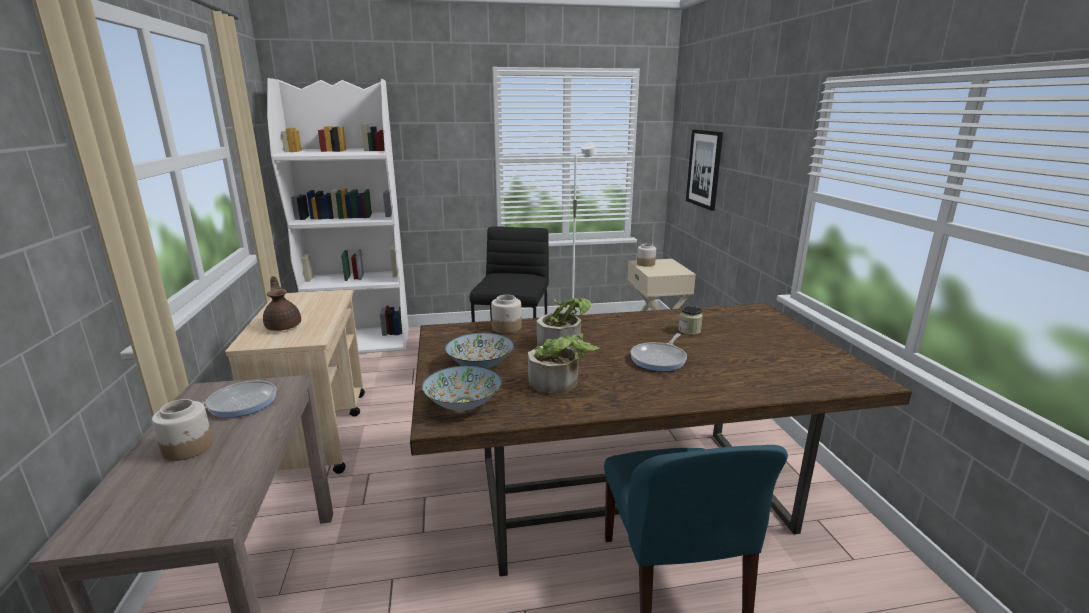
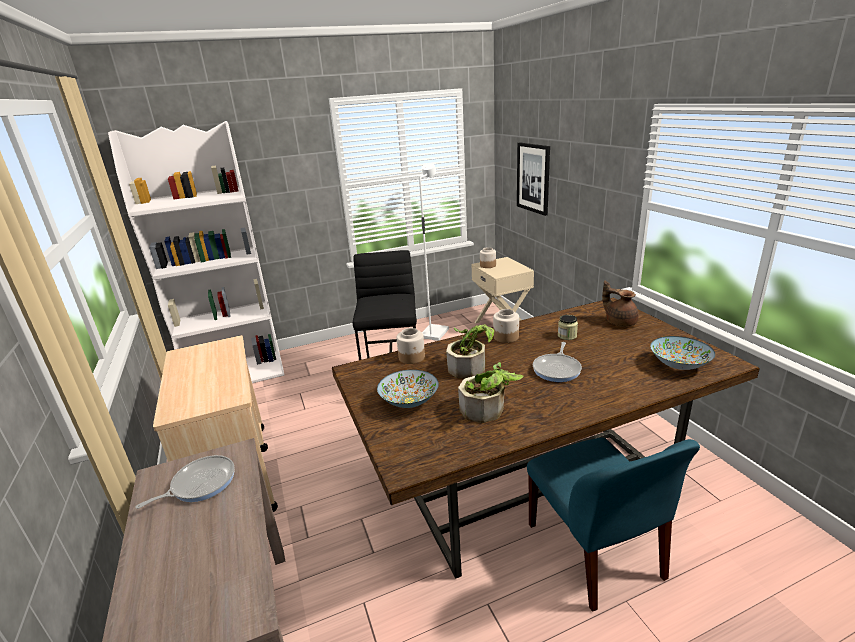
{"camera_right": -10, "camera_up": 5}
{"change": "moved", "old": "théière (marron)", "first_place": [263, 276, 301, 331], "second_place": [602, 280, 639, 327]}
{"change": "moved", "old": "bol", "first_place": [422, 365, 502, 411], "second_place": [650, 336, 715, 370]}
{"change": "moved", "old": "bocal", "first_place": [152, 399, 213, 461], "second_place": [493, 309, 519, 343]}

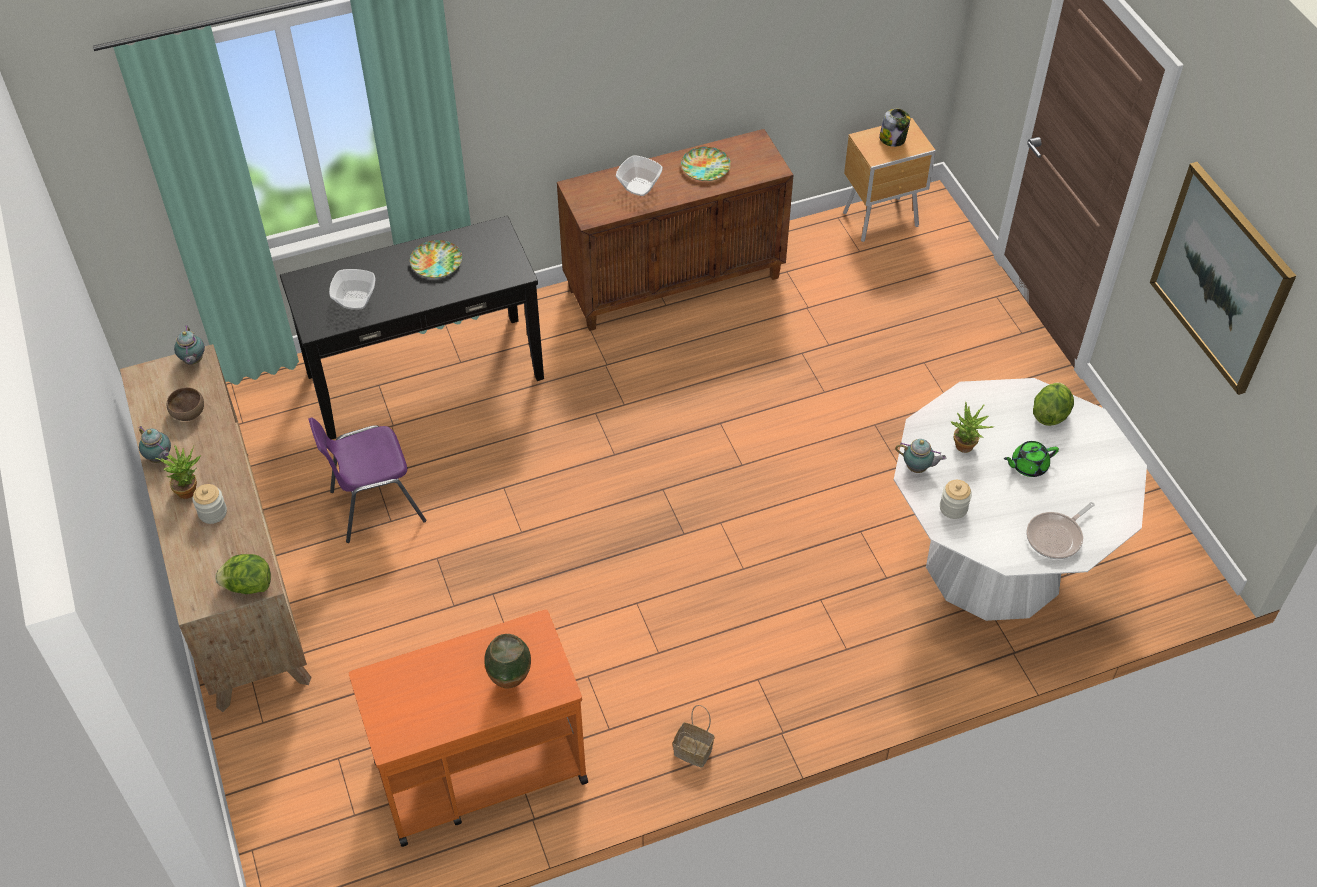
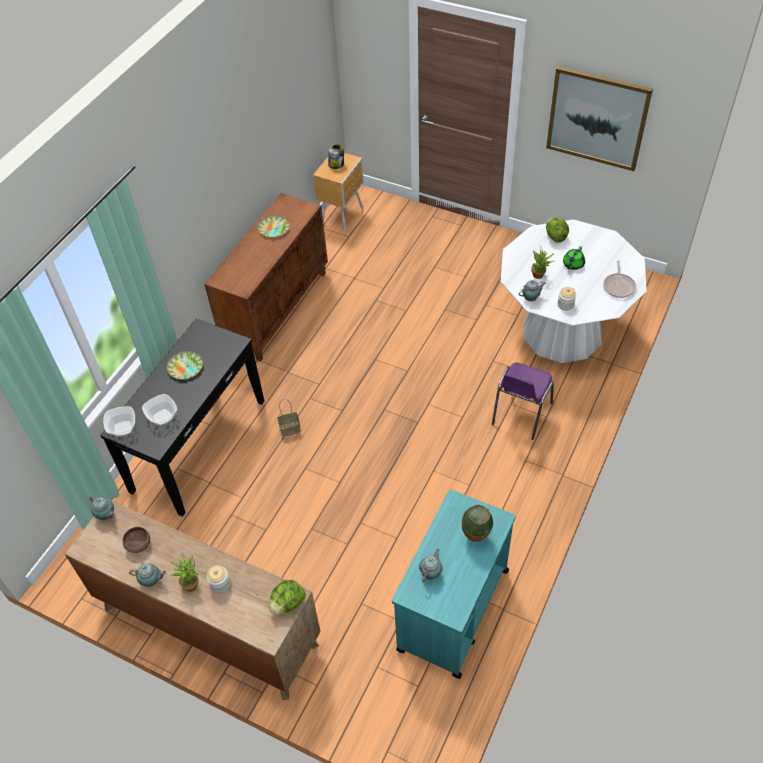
{"camera_right": -40, "camera_up": 0}
{"change": "moved", "old": "bol", "first_place": [616, 155, 663, 196], "second_place": [103, 406, 135, 436]}
{"change": "moved", "old": "chaise (violet)", "first_place": [308, 417, 427, 543], "second_place": [492, 362, 554, 440]}
{"change": "recoloured", "old": "chariot (orange)", "new": "chariot (turquoise)", "first_place": [349, 610, 588, 847], "second_place": [392, 489, 516, 679]}
{"change": "moved", "old": "panier", "first_place": [672, 705, 715, 768], "second_place": [277, 399, 301, 437]}
{"change": "added", "new": "théière", "second_place": [419, 548, 442, 582]}

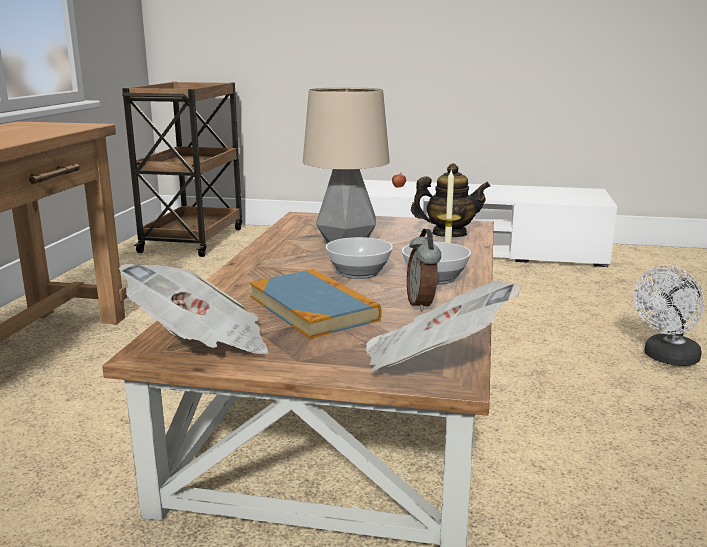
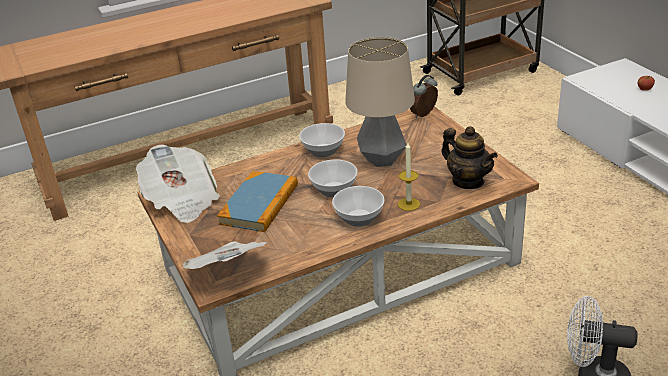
{"camera_right": 55, "camera_up": 15}
{"change": "moved", "old": "réveil", "first_place": [407, 229, 441, 311], "second_place": [410, 75, 438, 118]}
{"change": "added", "new": "bol", "second_place": [299, 123, 345, 157]}

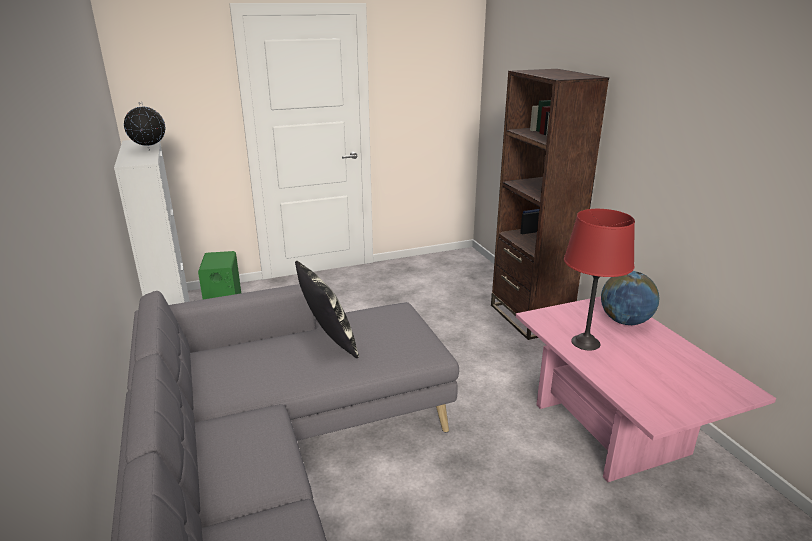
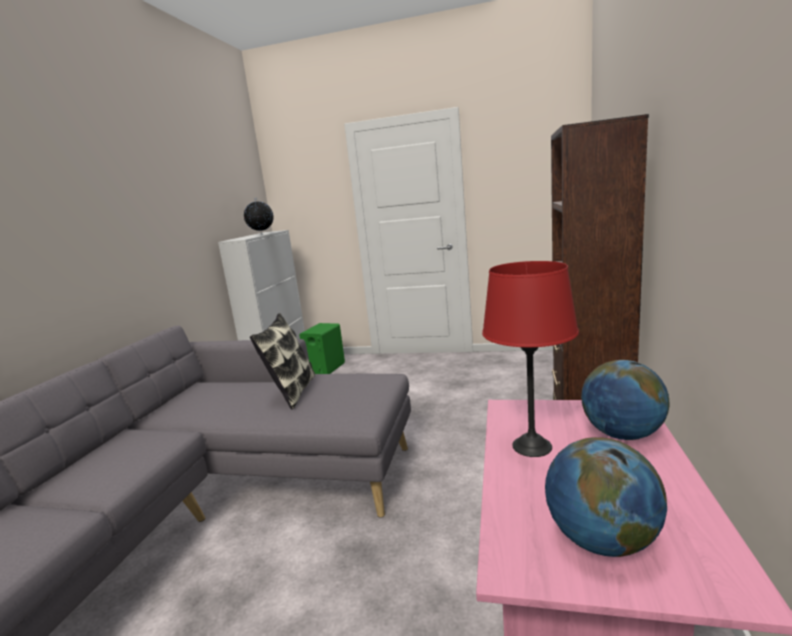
{"camera_right": 35, "camera_up": -10}
{"change": "added", "new": "globe", "second_place": [545, 437, 667, 557]}

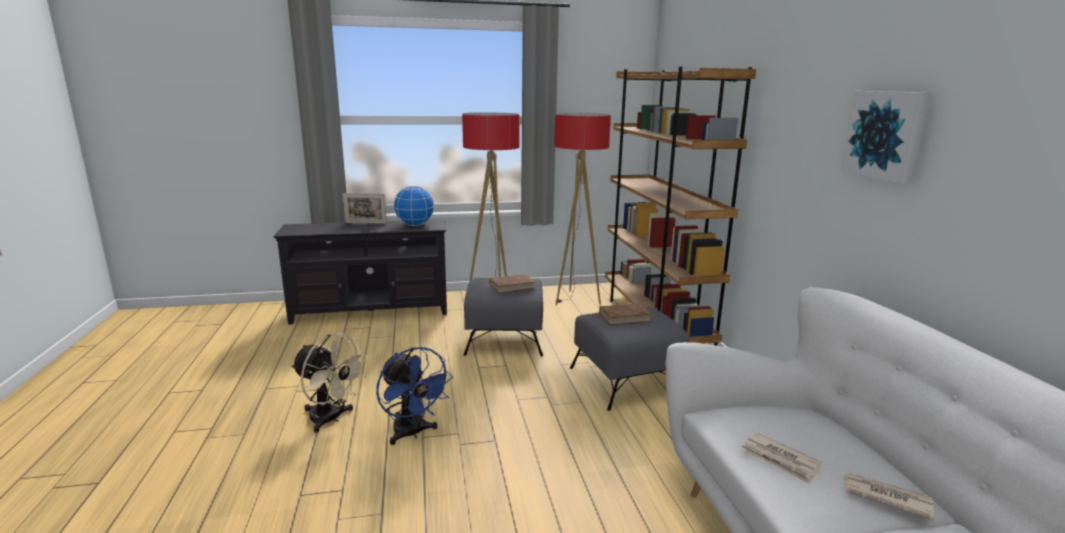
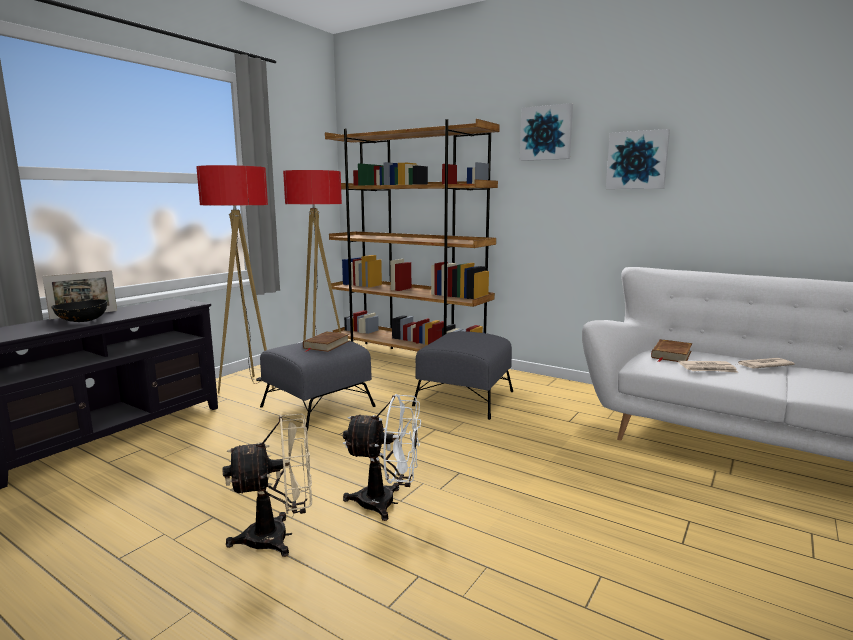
{"camera_right": -45, "camera_up": -5}
{"change": "removed", "old": "globe", "first_place": [393, 186, 434, 226]}
{"change": "moved", "old": "livre (marron)", "first_place": [594, 303, 652, 325], "second_place": [651, 339, 692, 362]}
{"change": "recoloured", "old": "ventilateur (bleu)", "new": "ventilateur (blanc)", "first_place": [376, 347, 453, 445], "second_place": [343, 394, 421, 521]}
{"change": "added", "new": "tableau", "second_place": [520, 103, 573, 161]}
{"change": "added", "new": "bol (noir)", "second_place": [51, 299, 107, 322]}

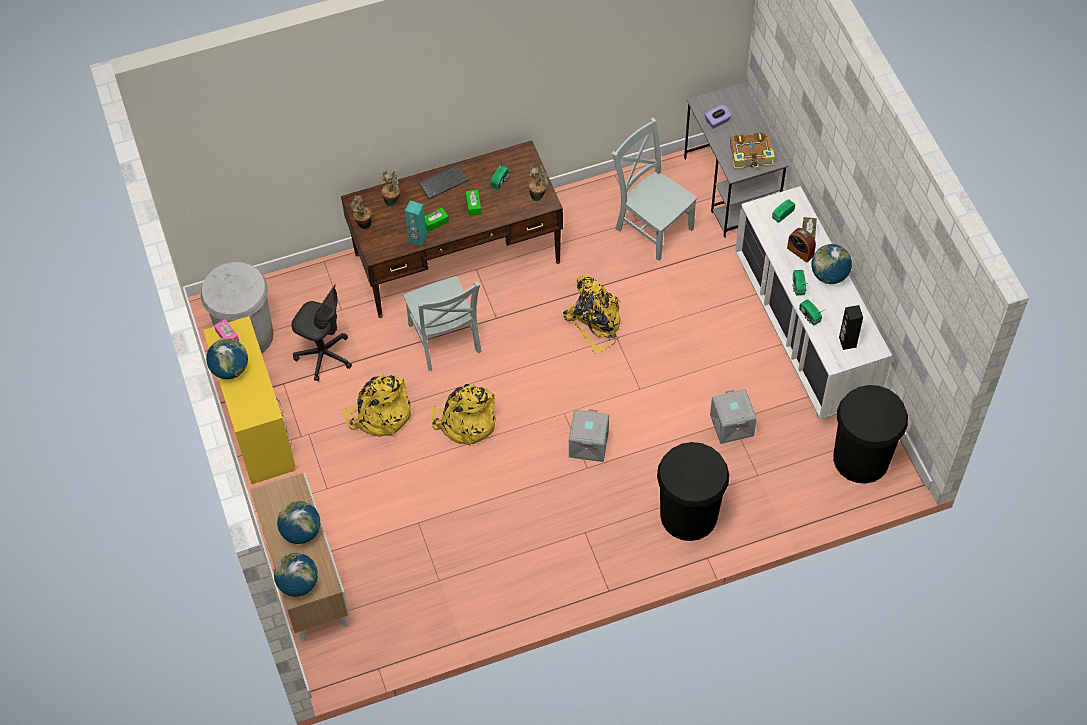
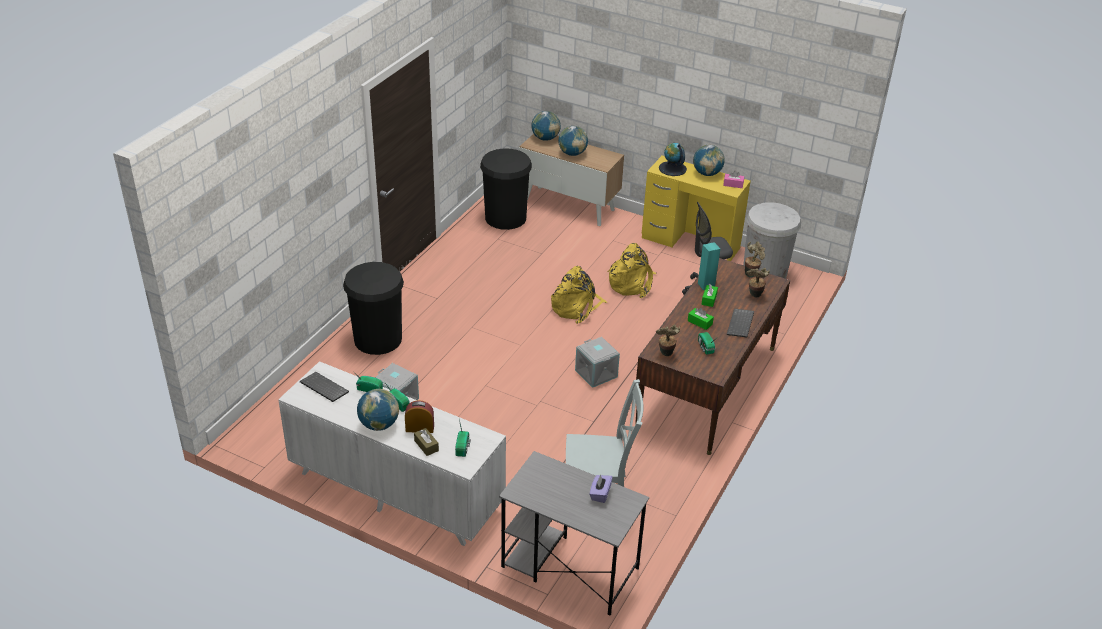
{"camera_right": 135, "camera_up": -20}
{"change": "removed", "old": "livre", "first_place": [730, 132, 775, 170]}
{"change": "removed", "old": "chaise (gris)", "first_place": [403, 276, 482, 371]}
{"change": "removed", "old": "sac à dos (jaune)", "first_place": [563, 276, 622, 354]}
{"change": "replaced", "old": "enceinte (noir)", "new": "clavier", "first_place": [839, 305, 863, 350], "second_place": [300, 372, 349, 402]}
{"change": "moved", "old": "poubelle (noir)", "first_place": [833, 385, 908, 484], "second_place": [480, 148, 532, 230]}
{"change": "moved", "old": "boîte de rangement (gris)", "first_place": [569, 409, 609, 462], "second_place": [575, 337, 620, 388]}
{"change": "added", "new": "globe", "second_place": [659, 143, 687, 176]}

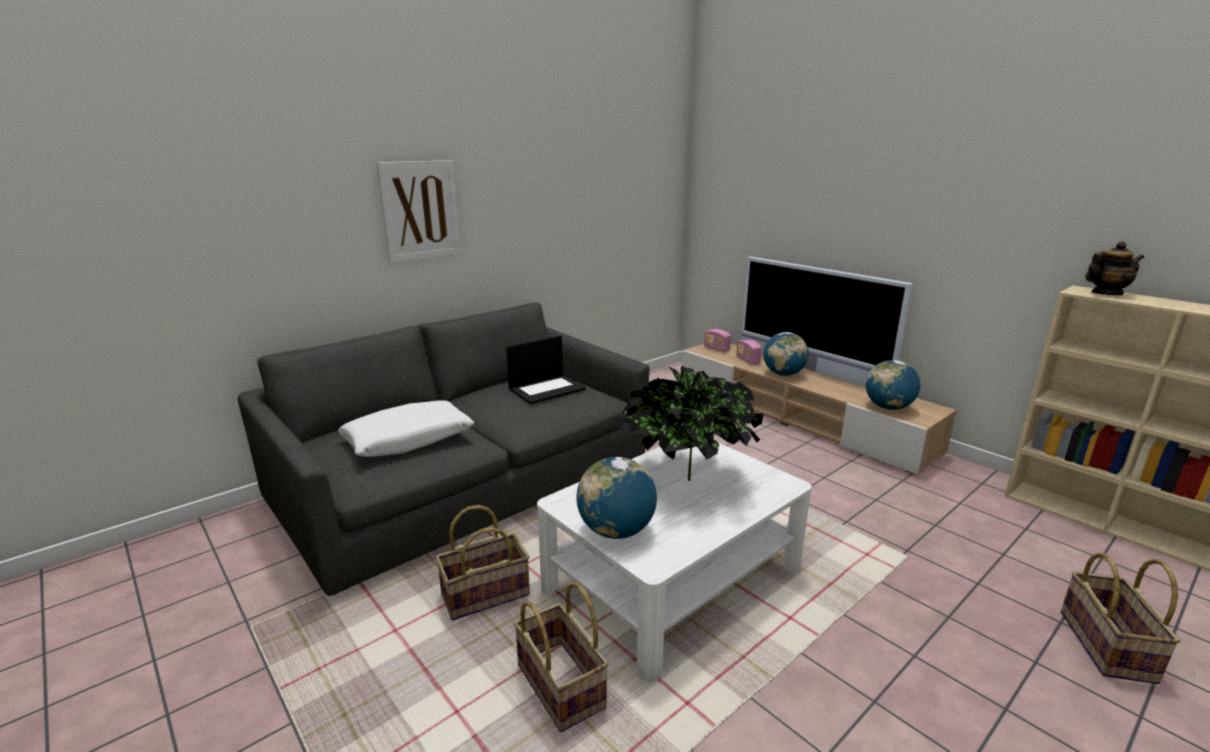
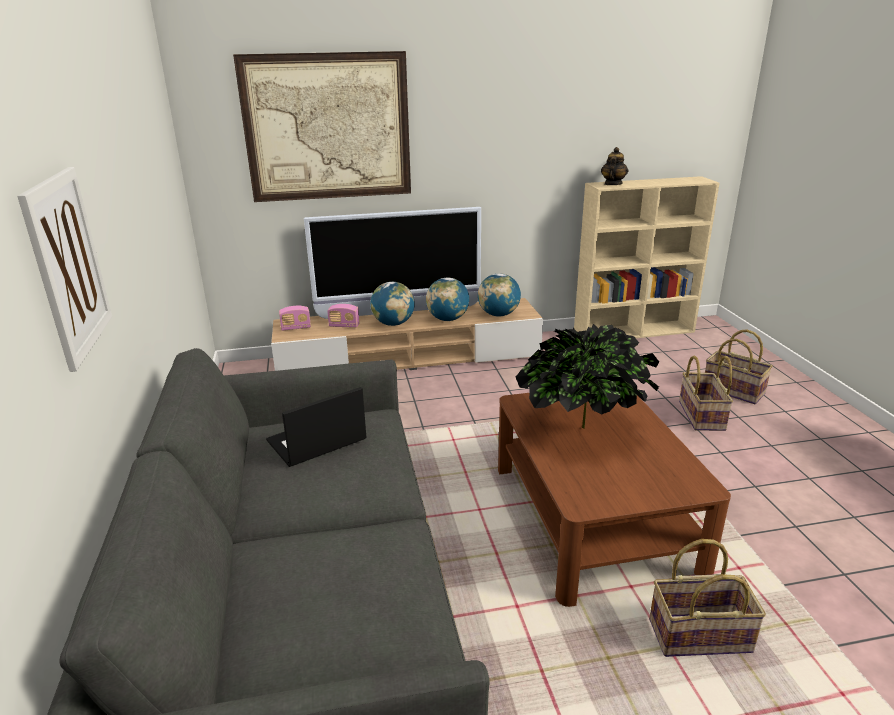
{"camera_right": -60, "camera_up": 5}
{"change": "turned", "old": "ordinateur portable", "first_place": [506, 335, 586, 404], "second_place": [266, 387, 366, 467], "degrees": -120}
{"change": "removed", "old": "coussin (blanc)", "first_place": [338, 400, 474, 457]}
{"change": "recoloured", "old": "table basse (blanc)", "new": "table basse (marron)", "first_place": [537, 443, 812, 682], "second_place": [498, 393, 731, 607]}
{"change": "moved", "old": "globe", "first_place": [576, 457, 657, 539], "second_place": [426, 278, 469, 321]}
{"change": "moved", "old": "panier", "first_place": [436, 505, 530, 620], "second_place": [679, 355, 733, 431]}
{"change": "added", "new": "tableau", "second_place": [233, 51, 411, 202]}

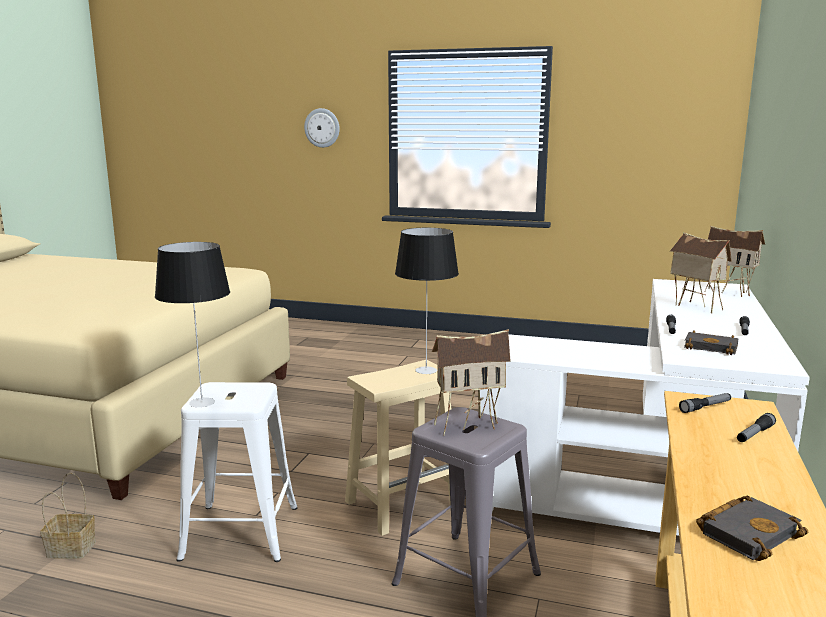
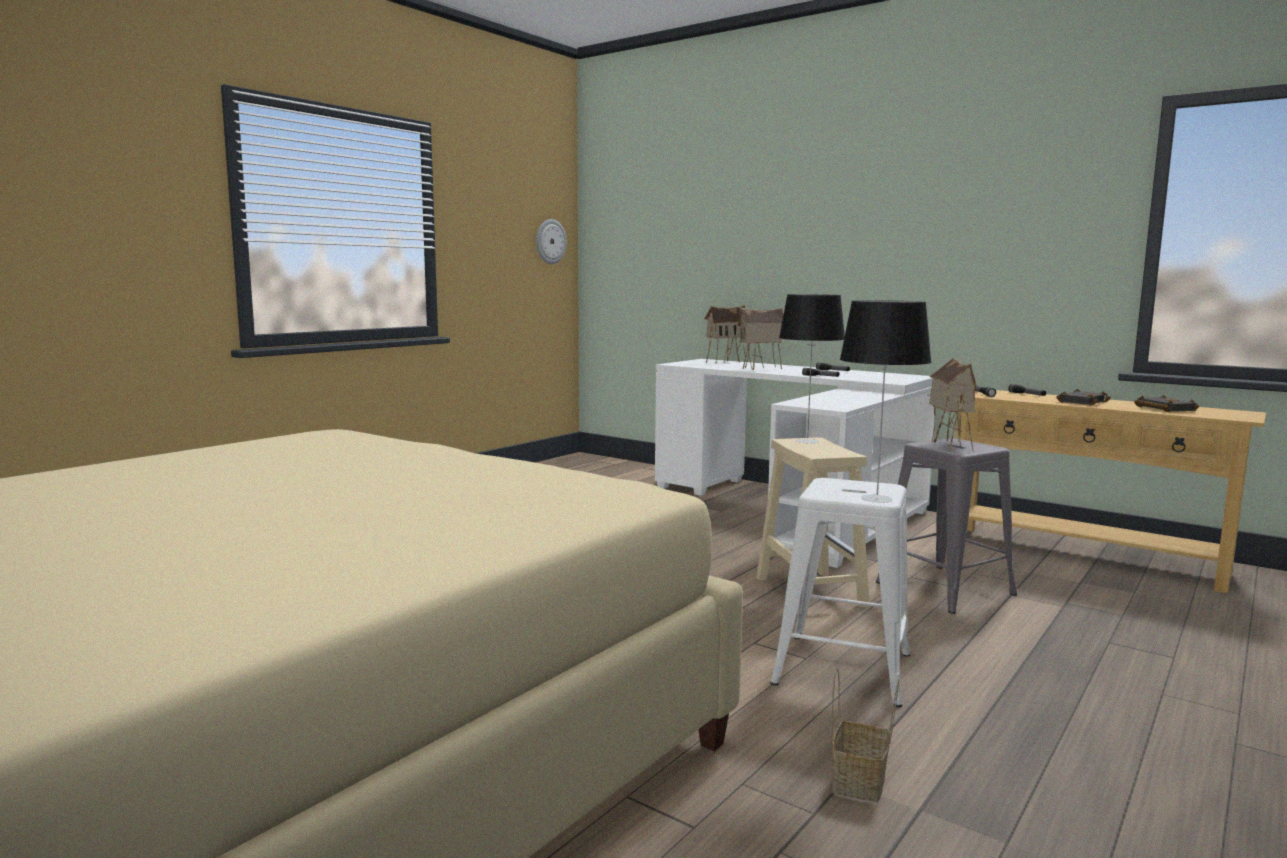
{"camera_right": -70, "camera_up": -5}
{"change": "moved", "old": "horloge murale", "first_place": [304, 108, 340, 148], "second_place": [536, 219, 567, 264]}
{"change": "moved", "old": "livre (noir)", "first_place": [684, 330, 739, 355], "second_place": [1056, 389, 1111, 406]}

